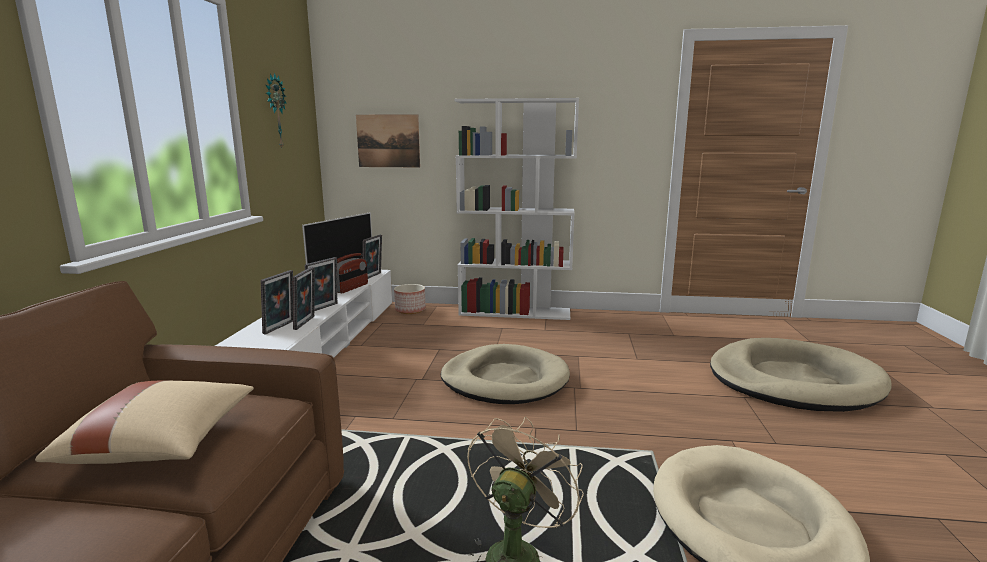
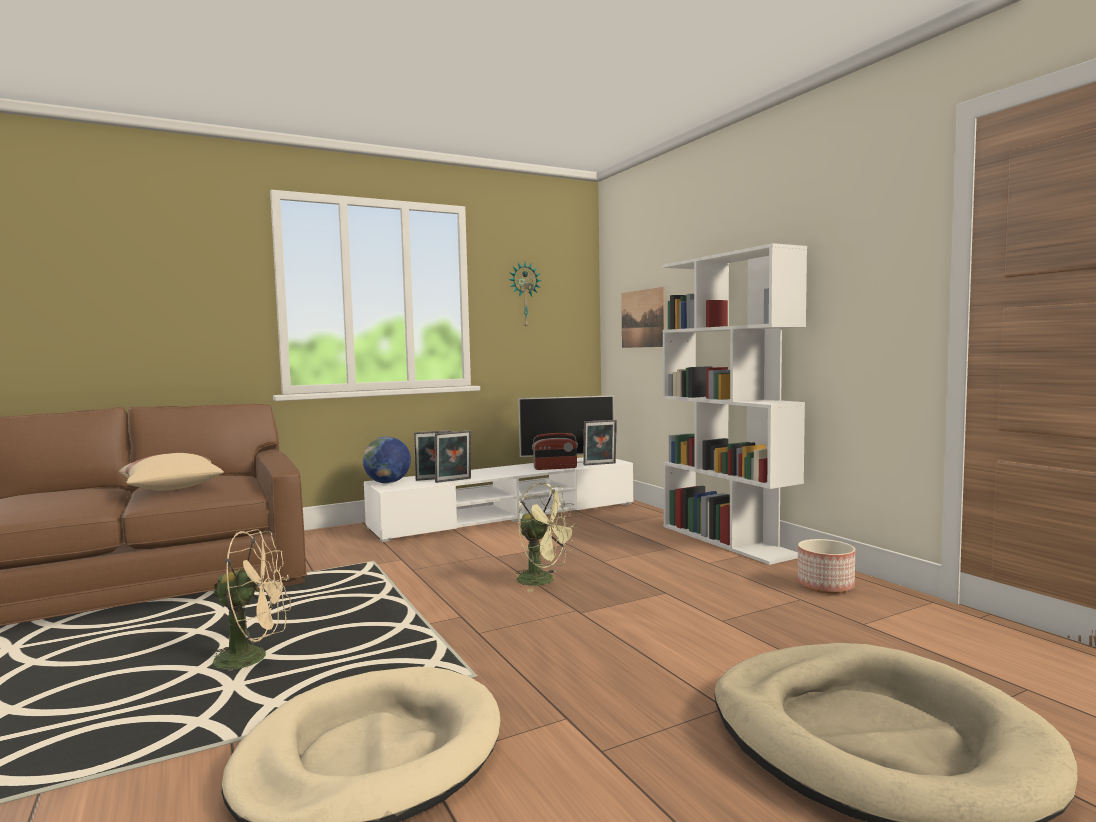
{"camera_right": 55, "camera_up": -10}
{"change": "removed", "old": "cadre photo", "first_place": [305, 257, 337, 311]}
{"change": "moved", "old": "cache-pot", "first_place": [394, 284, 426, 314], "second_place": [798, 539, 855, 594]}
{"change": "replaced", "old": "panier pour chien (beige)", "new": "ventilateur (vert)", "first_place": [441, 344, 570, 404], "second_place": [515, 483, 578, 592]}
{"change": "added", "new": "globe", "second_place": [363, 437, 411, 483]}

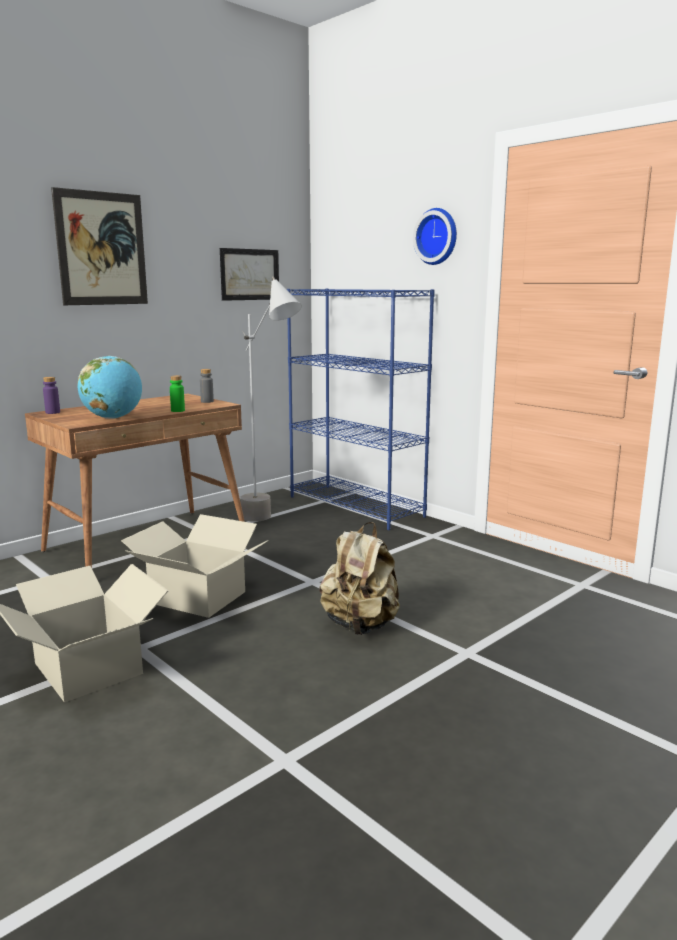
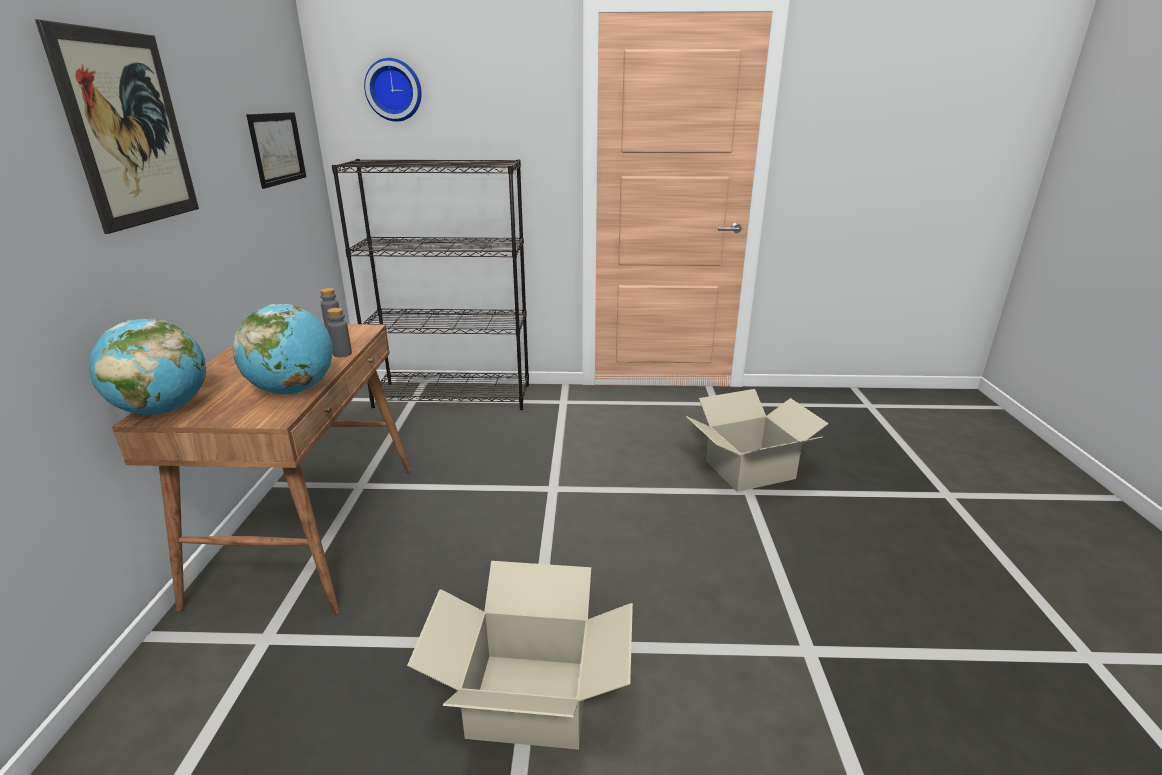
{"camera_right": -45, "camera_up": 10}
{"change": "moved", "old": "horloge murale", "first_place": [413, 208, 457, 265], "second_place": [364, 58, 422, 122]}
{"change": "removed", "old": "lampadaire (gris)", "first_place": [240, 276, 302, 522]}
{"change": "recoloured", "old": "bibliothèque (bleu)", "new": "bibliothèque (noir)", "first_place": [287, 289, 435, 530], "second_place": [332, 159, 529, 410]}
{"change": "recoloured", "old": "bouteille (vert)", "new": "bouteille (gris)", "first_place": [170, 375, 185, 412], "second_place": [327, 308, 352, 357]}
{"change": "replaced", "old": "bouteille (violet)", "new": "globe", "first_place": [43, 377, 60, 414], "second_place": [89, 318, 206, 415]}
{"change": "moved", "old": "carton", "first_place": [121, 514, 268, 618], "second_place": [686, 389, 829, 492]}
{"change": "removed", "old": "sac à dos (beige)", "first_place": [320, 522, 400, 635]}

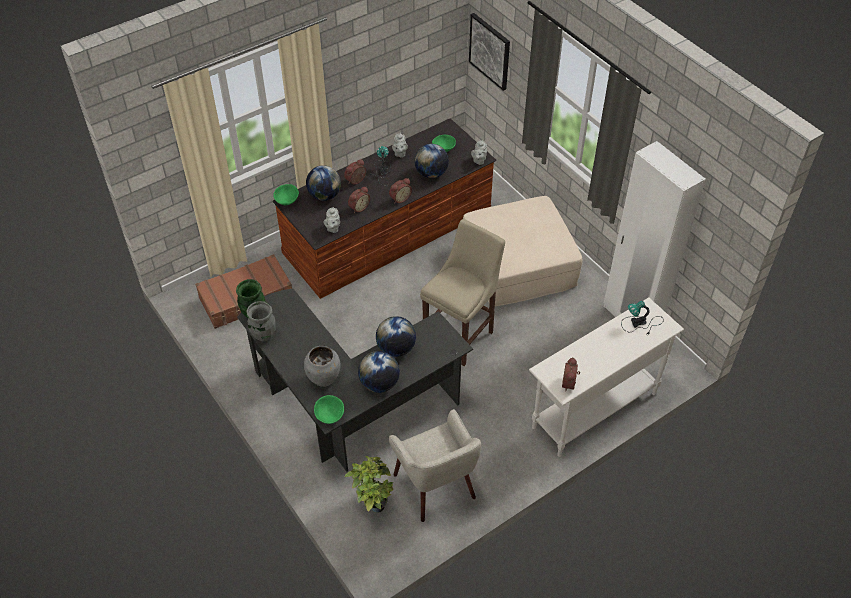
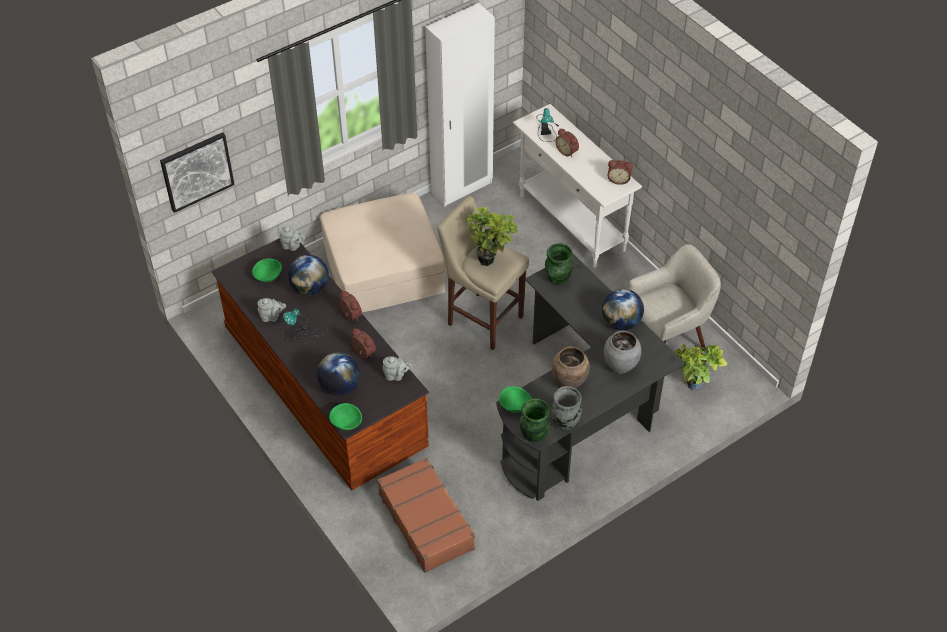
{"camera_right": -90, "camera_up": 0}
{"change": "moved", "old": "réveil", "first_place": [344, 159, 366, 185], "second_place": [555, 129, 579, 157]}
{"change": "removed", "old": "globe", "first_place": [376, 316, 416, 357]}
{"change": "moved", "old": "bol (vert)", "first_place": [314, 395, 344, 424], "second_place": [499, 386, 531, 413]}
{"change": "added", "new": "plante en pot", "second_place": [466, 207, 518, 266]}
{"change": "added", "new": "vase (vert)", "second_place": [545, 243, 573, 285]}
{"change": "added", "new": "vase (marron)", "second_place": [552, 347, 590, 388]}

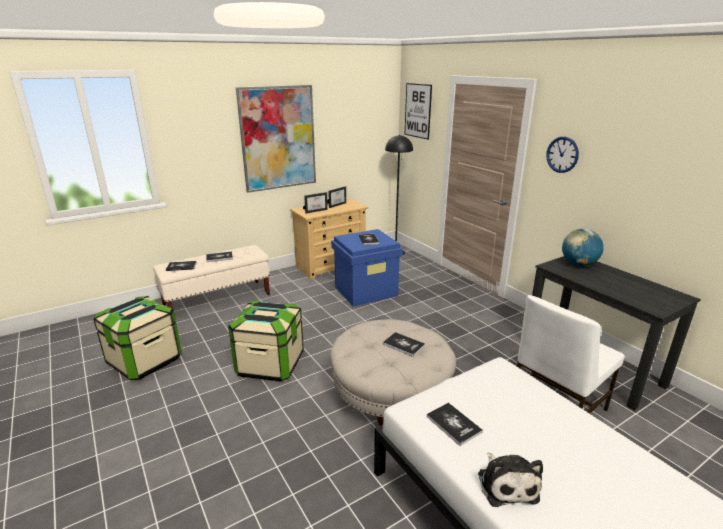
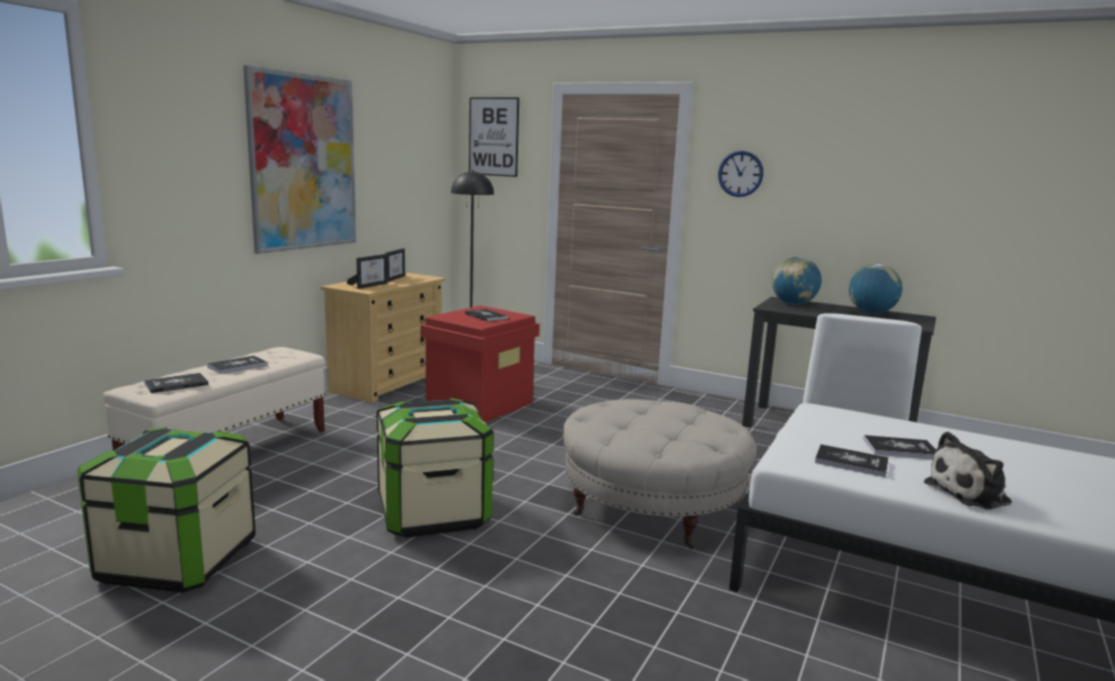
{"camera_right": -30, "camera_up": -10}
{"change": "recoloured", "old": "boîte de rangement (bleu)", "new": "boîte de rangement (rouge)", "first_place": [331, 229, 403, 307], "second_place": [421, 306, 540, 423]}
{"change": "moved", "old": "livre", "first_place": [383, 332, 425, 357], "second_place": [863, 435, 936, 459]}
{"change": "turned", "old": "peluche", "first_place": [478, 453, 543, 507], "second_place": [924, 432, 1012, 509], "degrees": 105}
{"change": "added", "new": "globe", "second_place": [849, 264, 903, 314]}

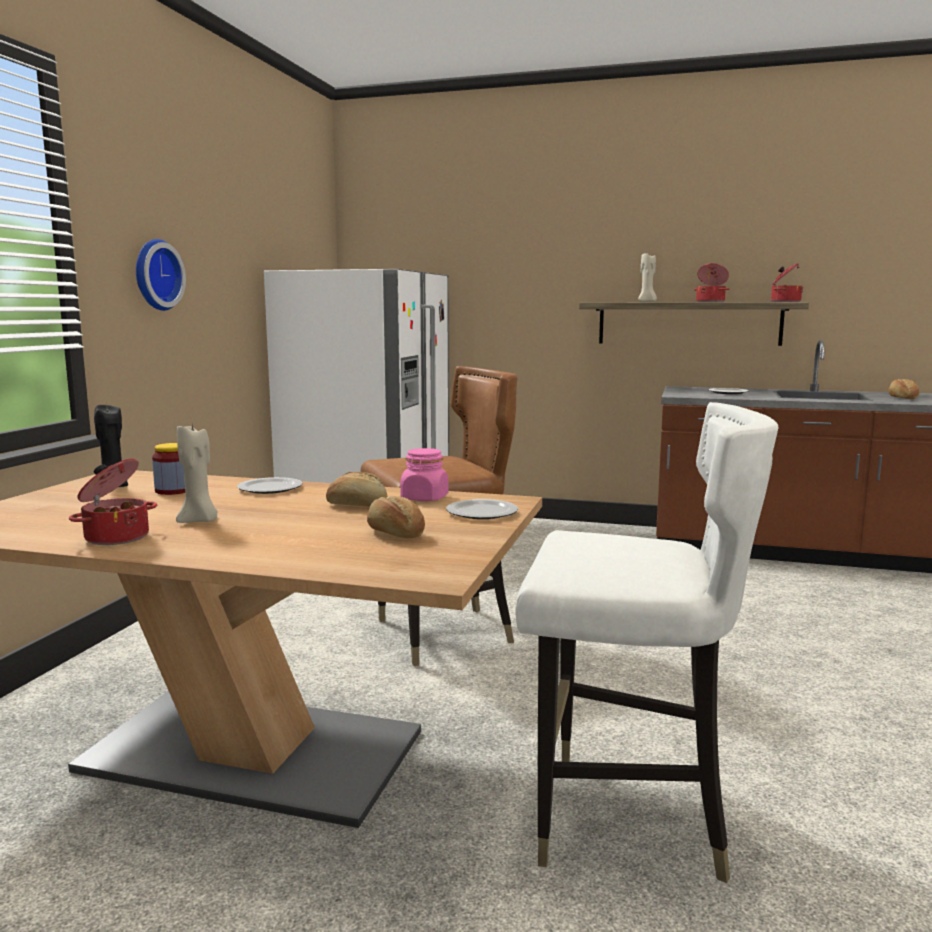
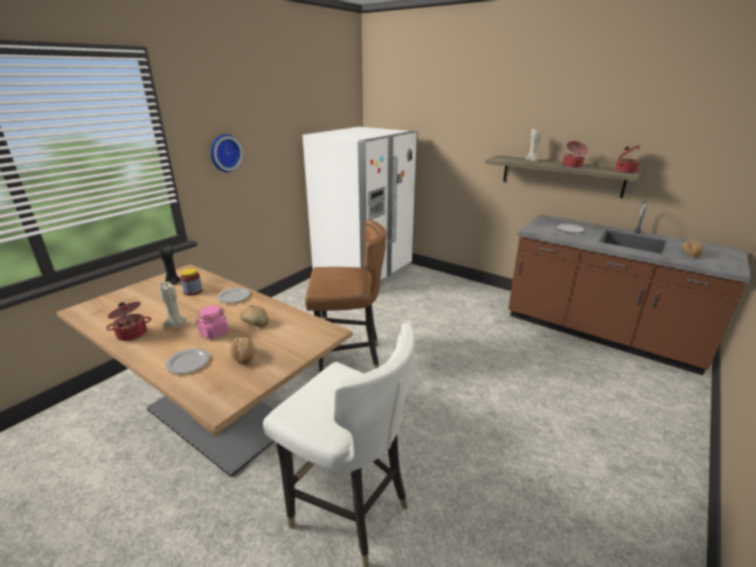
{"camera_right": 20, "camera_up": 15}
{"change": "moved", "old": "bocal (rose)", "first_place": [400, 448, 449, 501], "second_place": [195, 305, 228, 339]}
{"change": "moved", "old": "assiette", "first_place": [446, 499, 518, 519], "second_place": [165, 348, 210, 374]}

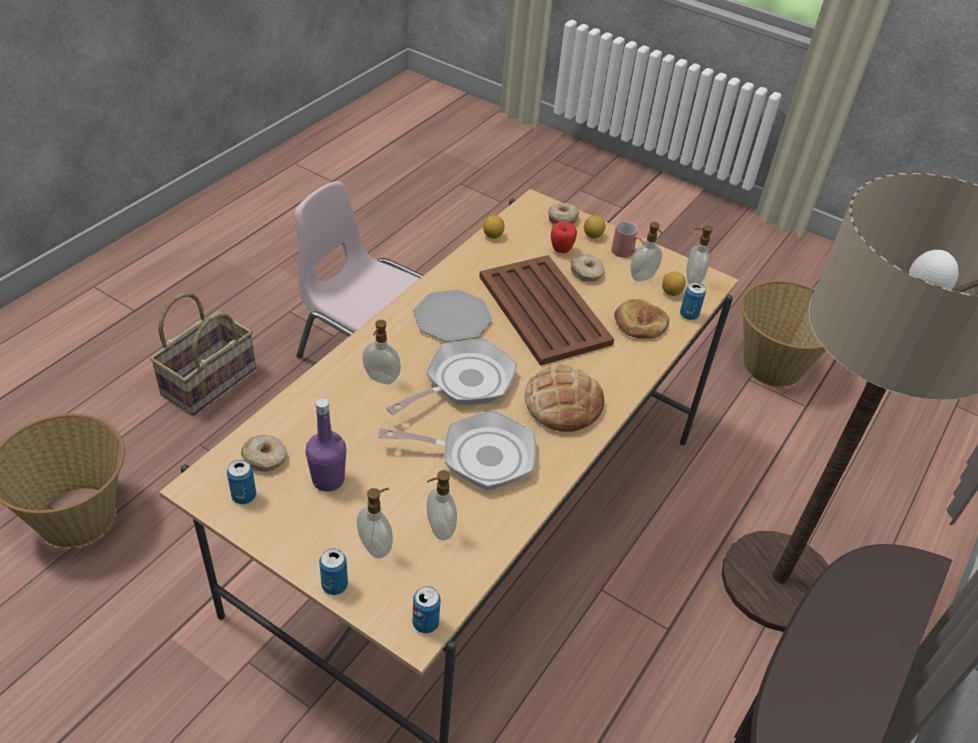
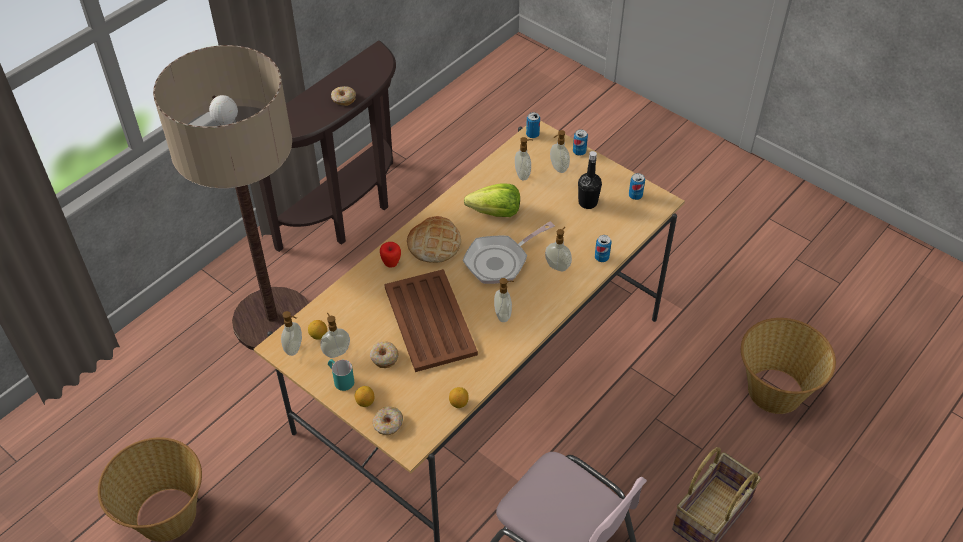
{"camera_right": -170, "camera_up": 5}
{"change": "moved", "old": "pomme", "first_place": [551, 221, 577, 253], "second_place": [380, 242, 401, 268]}
{"change": "recoloured", "old": "mug (rouge)", "new": "mug (turquoise)", "first_place": [611, 221, 645, 258], "second_place": [328, 359, 354, 391]}
{"change": "moved", "old": "boîte métallique", "first_place": [680, 282, 706, 320], "second_place": [595, 235, 611, 262]}
{"change": "replaced", "old": "assiette", "new": "distributeur de savon", "first_place": [413, 289, 492, 342], "second_place": [494, 278, 514, 322]}
{"change": "removed", "old": "pain", "first_place": [614, 299, 669, 339]}
{"change": "recoloured", "old": "bouteille (violet)", "new": "bouteille (noir)", "first_place": [306, 398, 346, 492], "second_place": [578, 151, 602, 209]}
{"change": "replaced", "old": "poêle", "new": "laitue", "first_place": [378, 410, 536, 491], "second_place": [464, 184, 520, 217]}
{"change": "moved", "old": "beignet", "first_place": [241, 435, 287, 472], "second_place": [331, 86, 356, 106]}

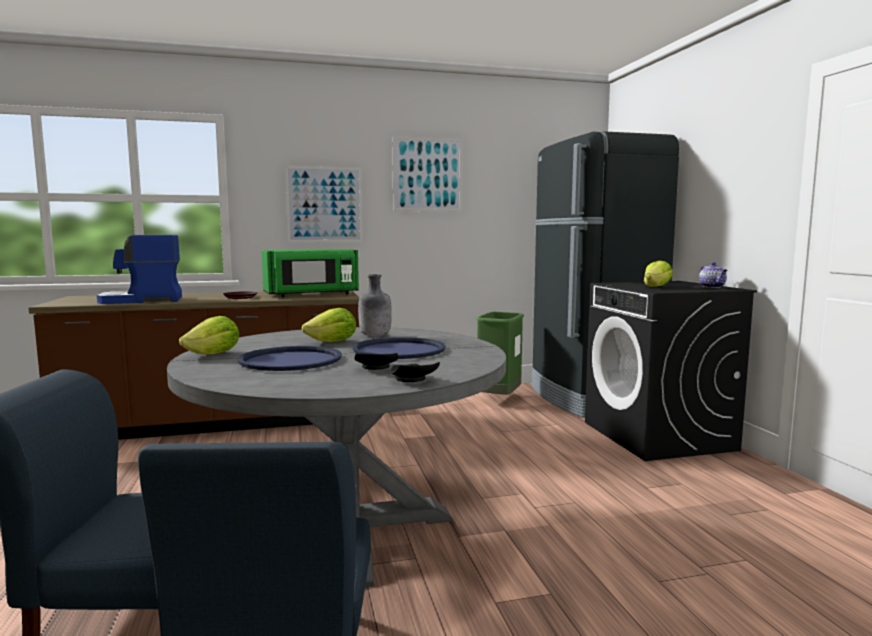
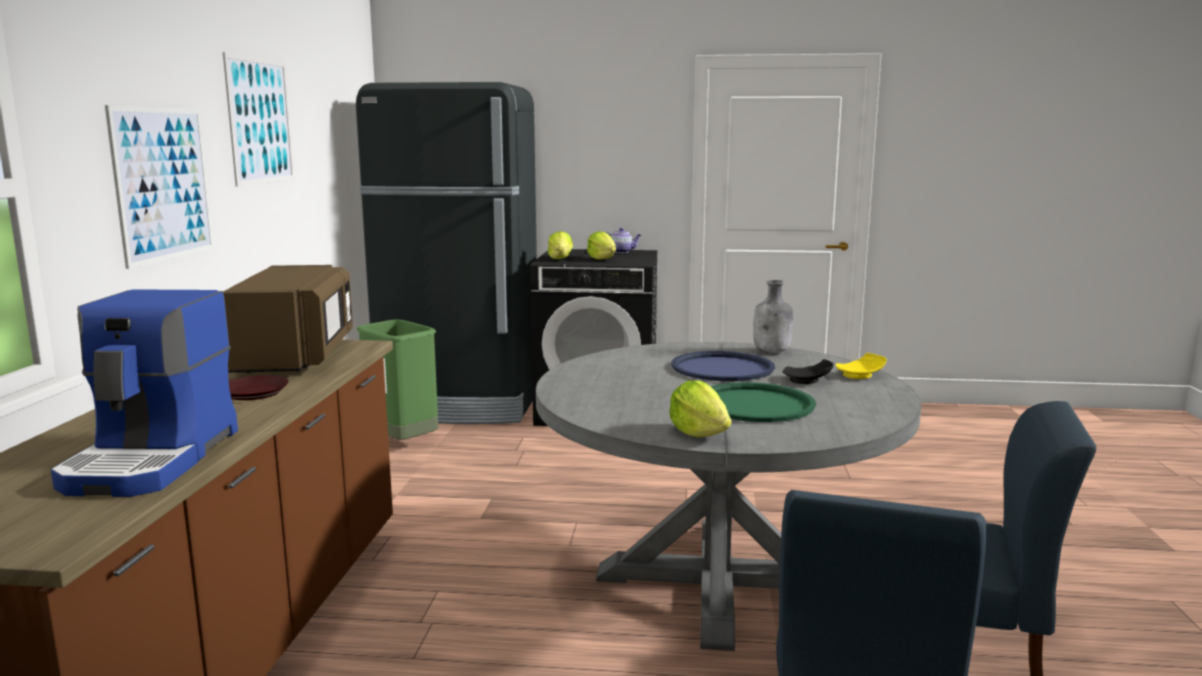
{"camera_right": -70, "camera_up": 5}
{"change": "recoloured", "old": "micro-ondes (vert)", "new": "micro-ondes (marron)", "first_place": [262, 249, 359, 297], "second_place": [223, 265, 353, 373]}
{"change": "moved", "old": "bouteille (gris)", "first_place": [358, 274, 392, 337], "second_place": [753, 280, 793, 353]}
{"change": "moved", "old": "laitue", "first_place": [302, 308, 356, 342], "second_place": [548, 231, 573, 259]}
{"change": "recoloured", "old": "plateau (bleu)", "new": "plateau (vert)", "first_place": [238, 346, 342, 371], "second_place": [710, 382, 816, 422]}
{"change": "recoloured", "old": "assiette (noir)", "new": "assiette (jaune)", "first_place": [390, 362, 440, 382], "second_place": [836, 353, 887, 379]}

